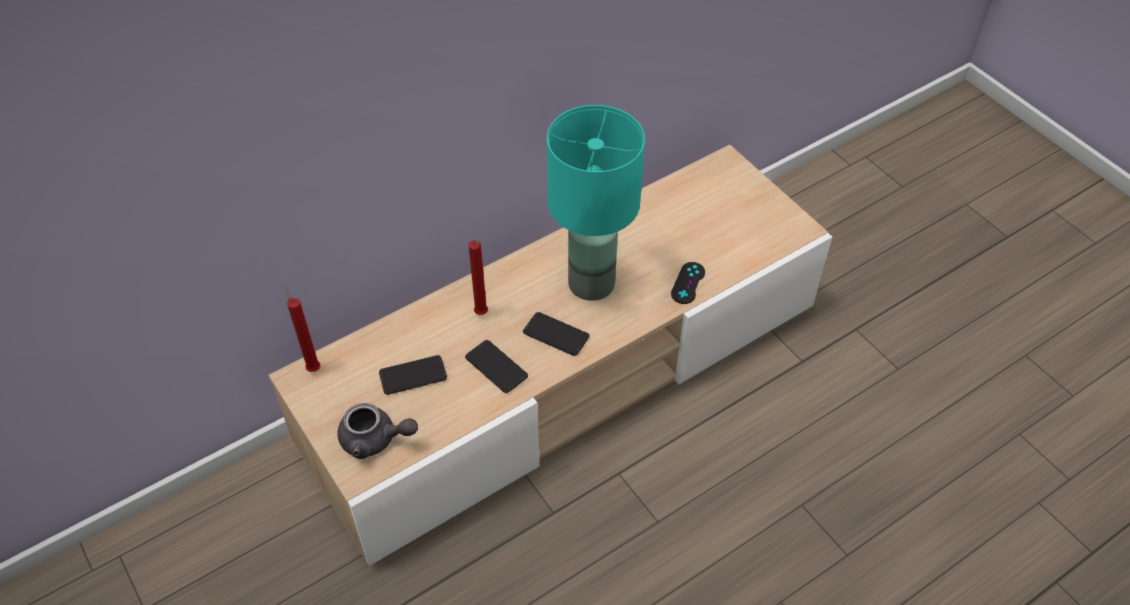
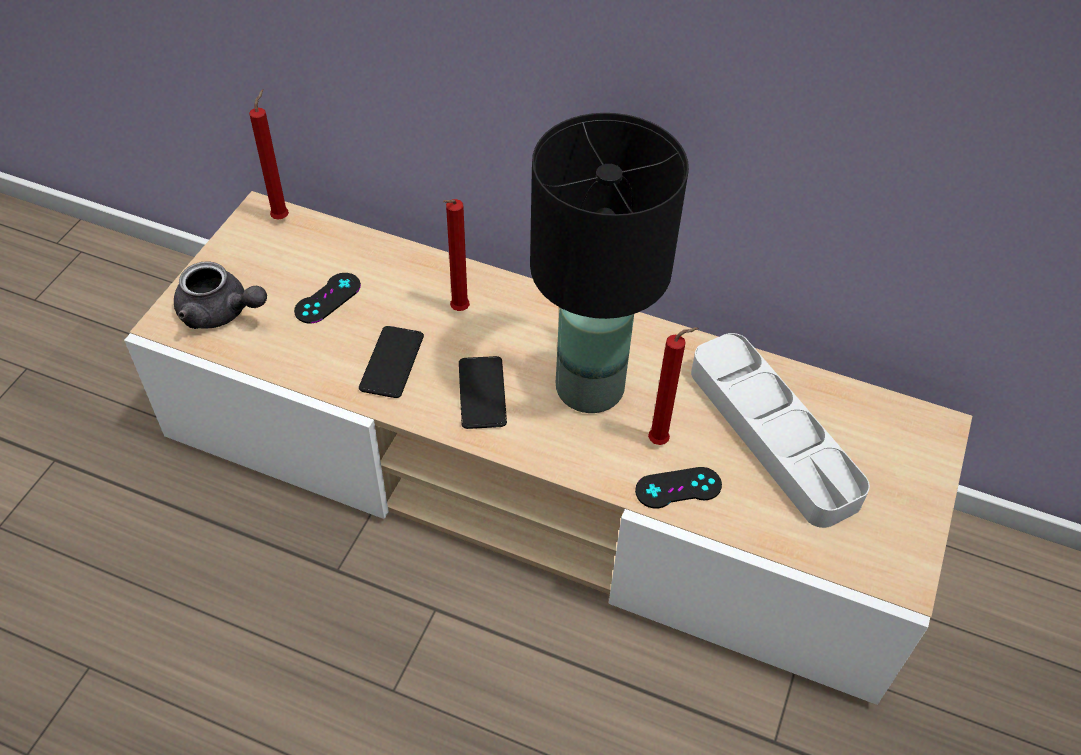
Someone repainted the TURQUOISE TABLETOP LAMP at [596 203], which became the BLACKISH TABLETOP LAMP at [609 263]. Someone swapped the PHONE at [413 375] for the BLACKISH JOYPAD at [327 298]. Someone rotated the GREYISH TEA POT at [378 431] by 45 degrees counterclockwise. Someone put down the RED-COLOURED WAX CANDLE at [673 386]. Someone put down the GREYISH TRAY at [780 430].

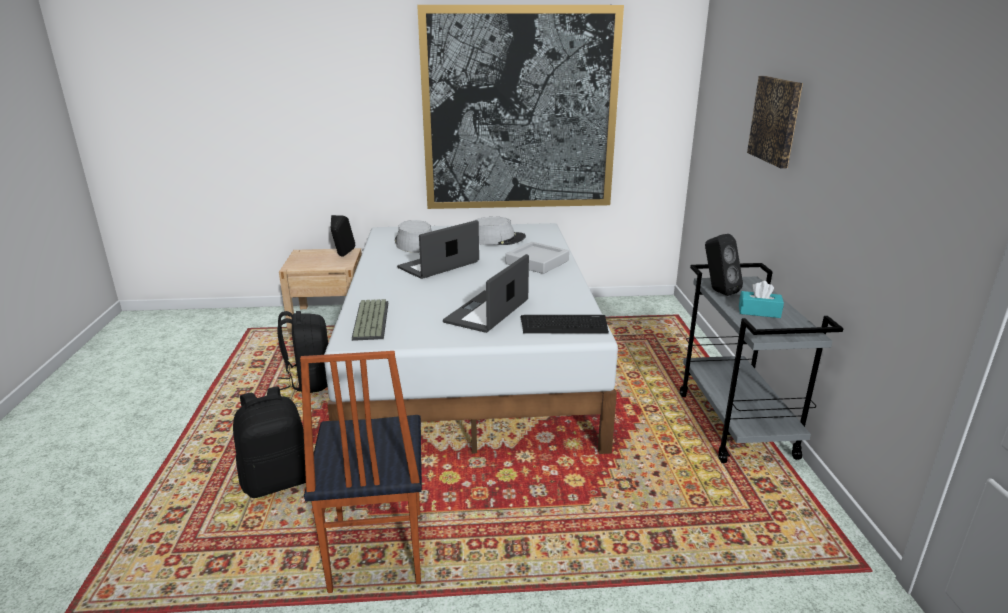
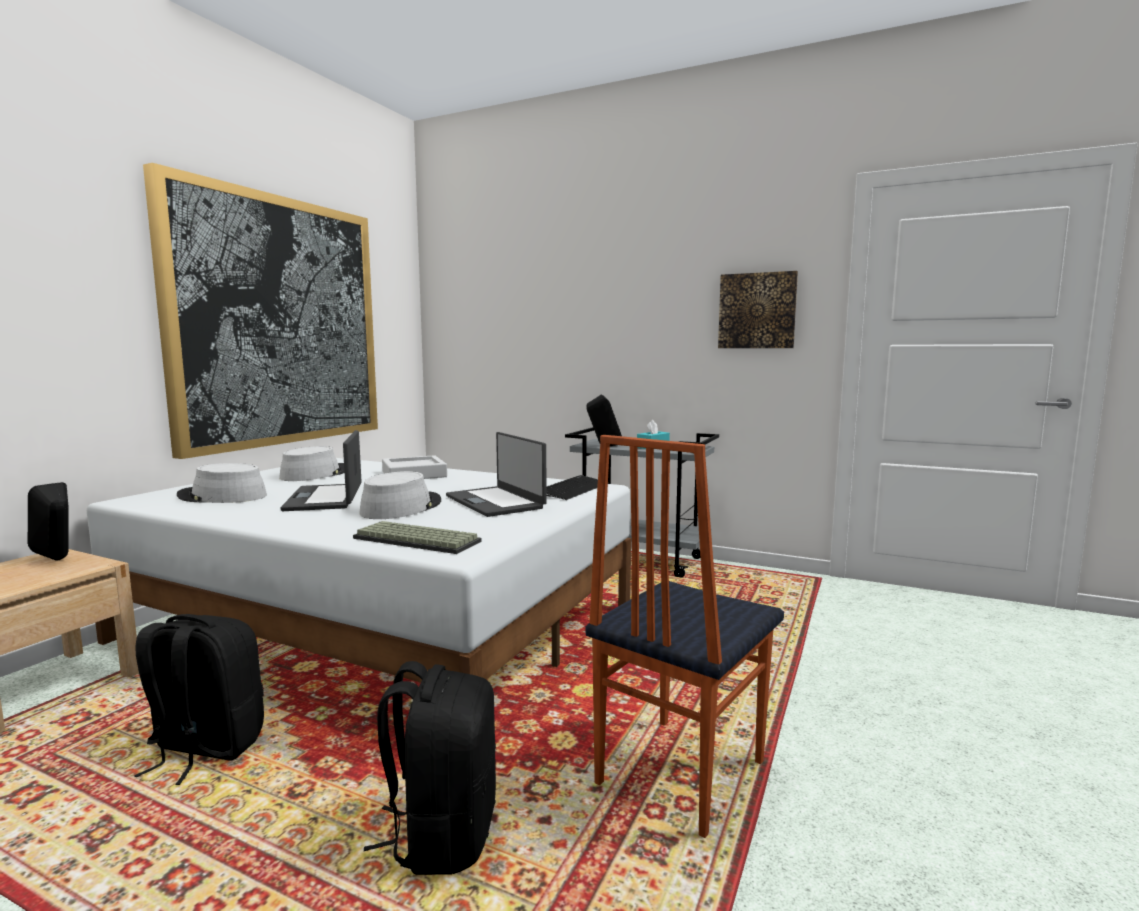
Someone carried the PICTURE from [775 122] to [758 309]. Someone rotated the CHAIR at [361 472] by 105 degrees clockwise. Someone put down the GREYISH CLOTHING HAT at [400 495].

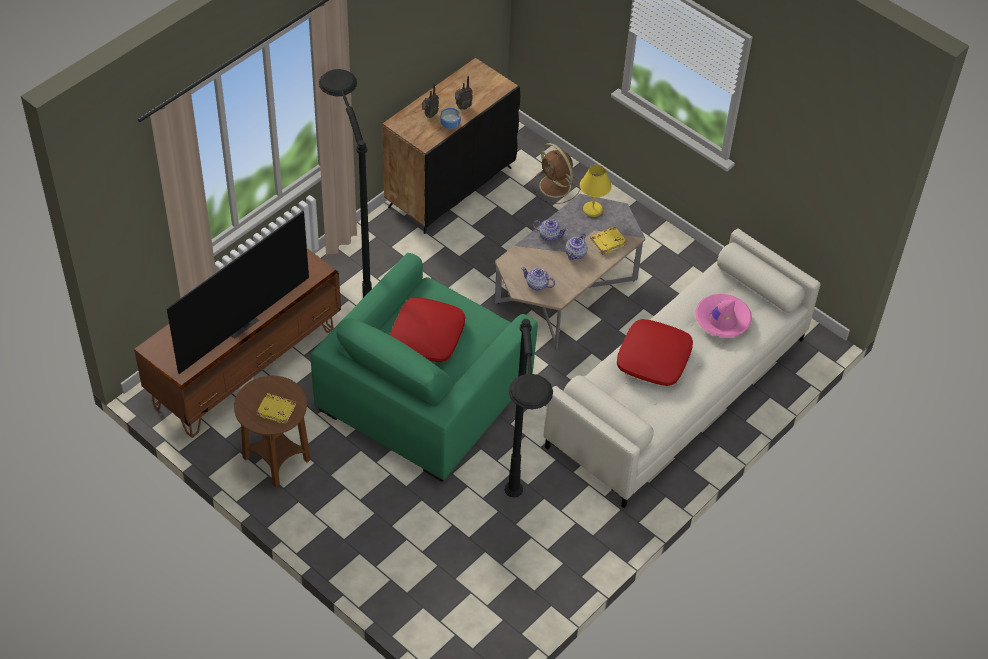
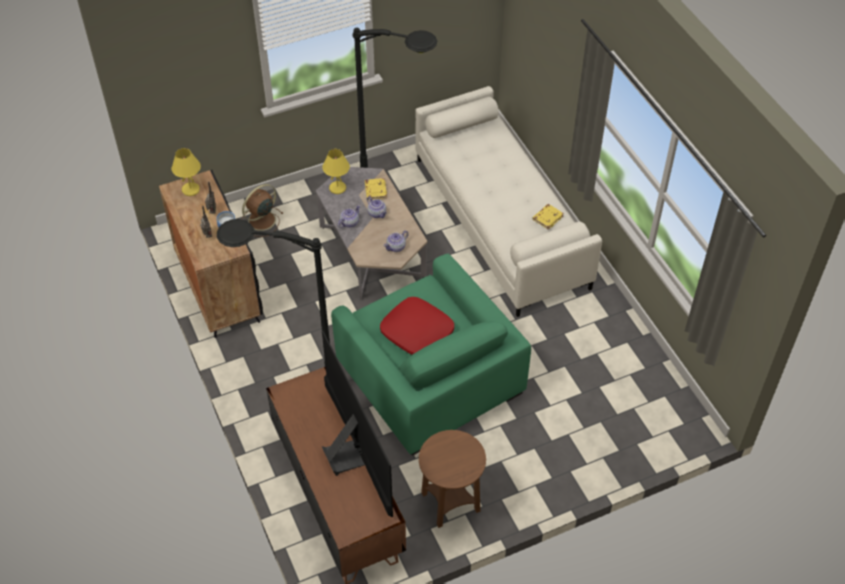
Someone rotated the BROWN-COLOURED ELECTRIC FAN at [556 173] by 150 degrees clockwise. Someone took away the PINK CLOTHING HAT at [724 316]. Someone carried the BLACKISH STANDING LAMP from [529 408] to [394 98]. Someone took away the RED-COLOURED PILLOW at [655 352]. Someone carried the YELLOW-COLOURED VOLUME from [276 408] to [548 217]. Someone put down the YELLOW-COLOURED TABLETOP LAMP at [186 172].

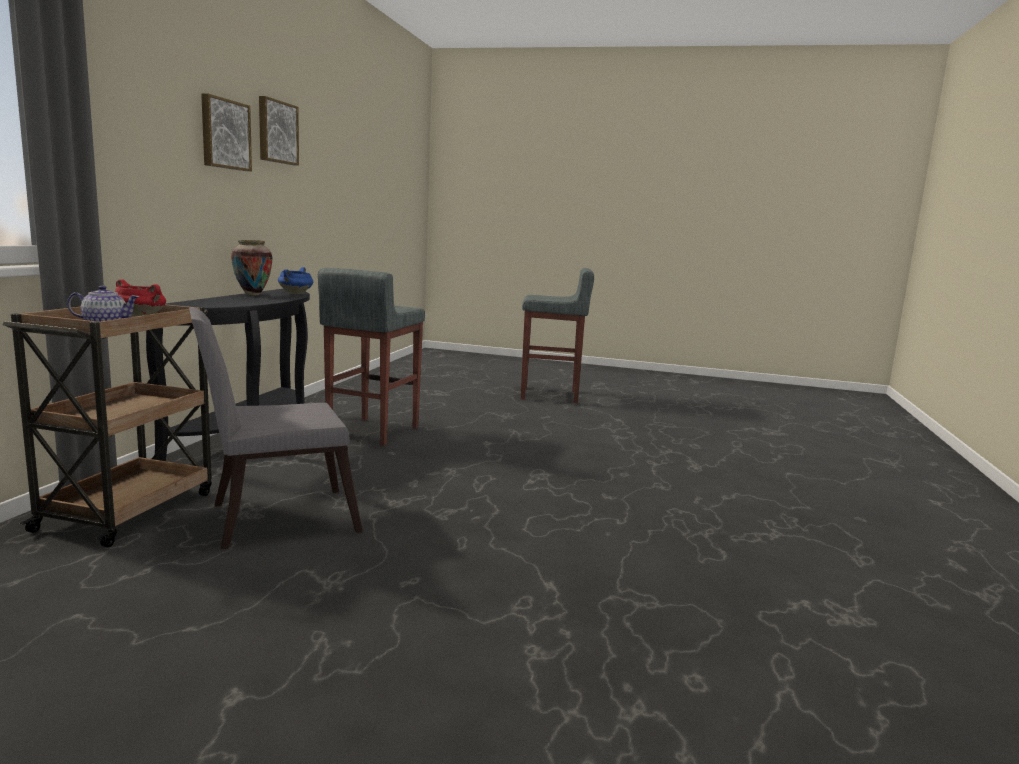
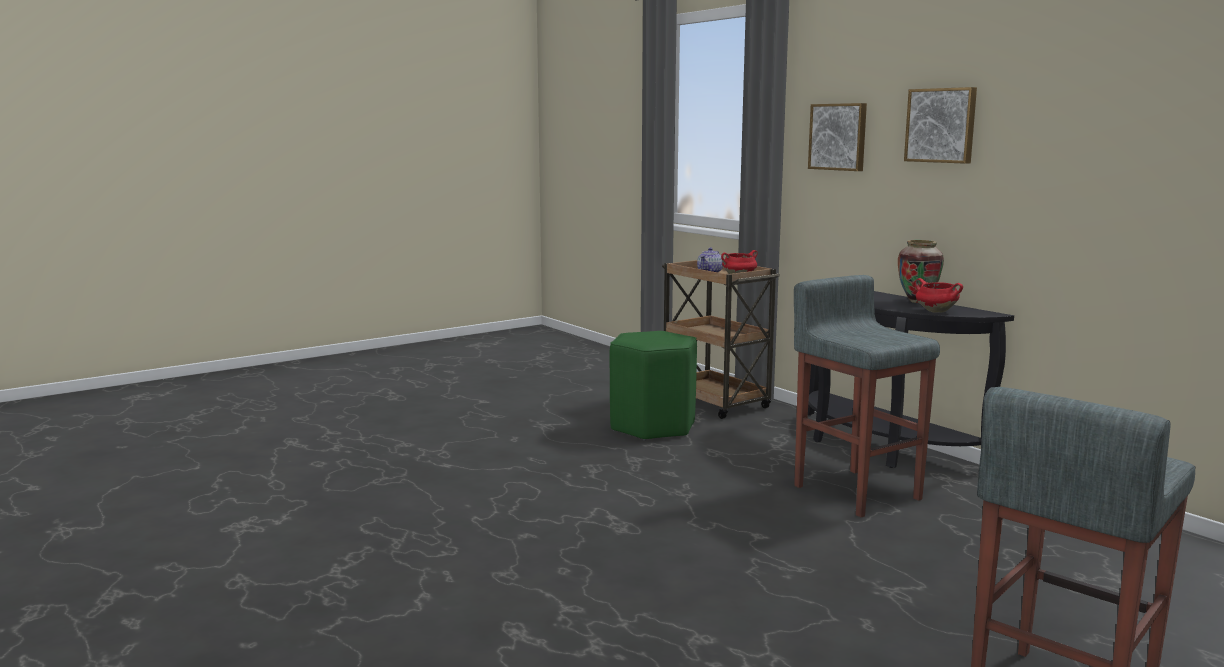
Someone carried the PICTURE from [279 131] to [837 137]. Someone repainted the BLUISH COOKING POT at [295 280], which became the RED-COLOURED COOKING POT at [939 295]. Someone swapped the GREYISH CHAIR at [276 428] for the GREEN STOOL SEAT at [653 386].

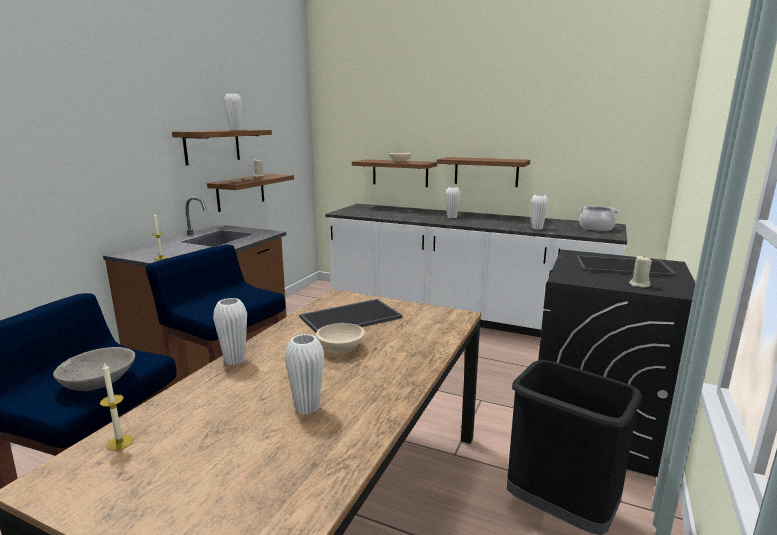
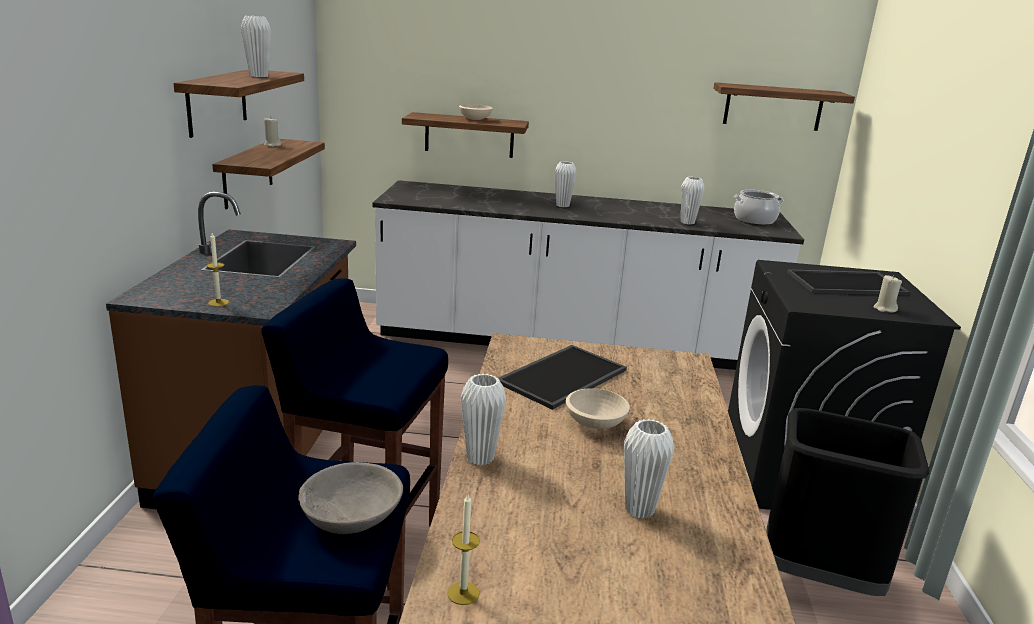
Someone carried the SHELF from [483 172] to [784 106].

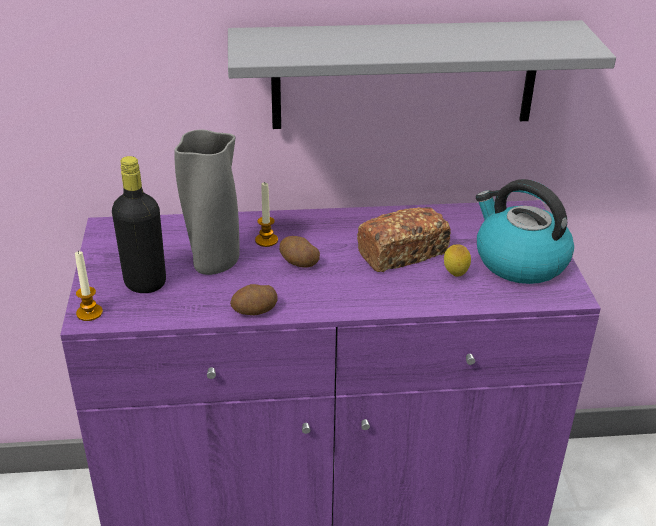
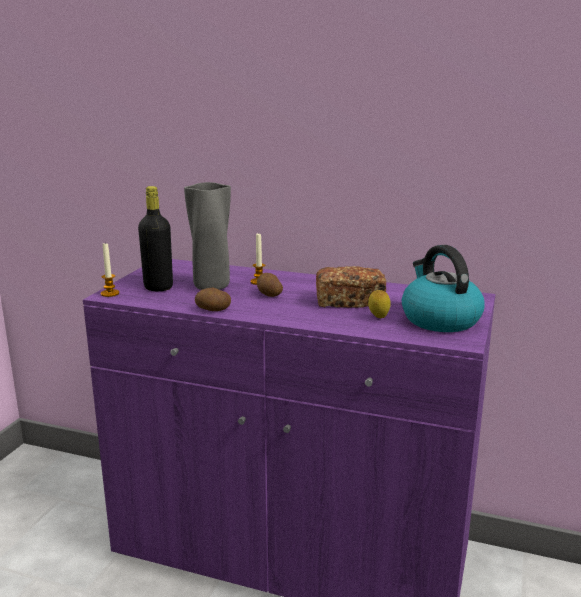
Someone took away the GREYISH SHELF at [422 74].

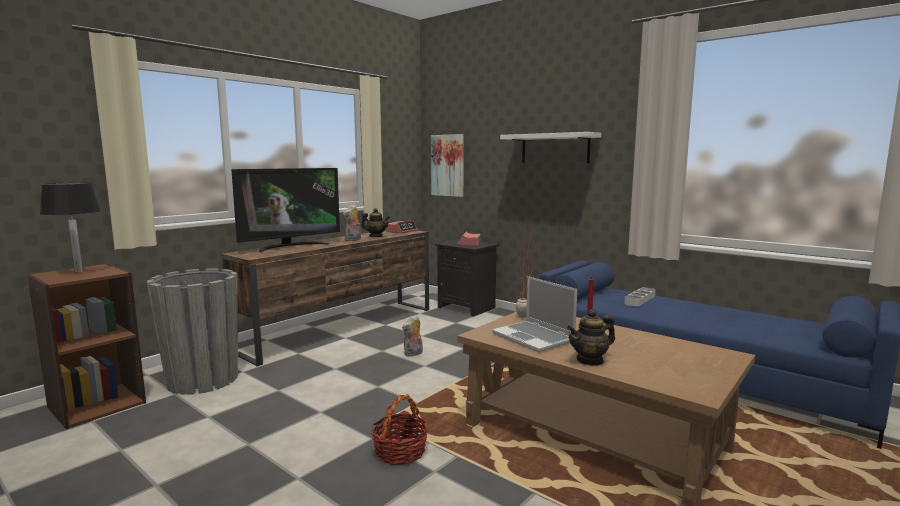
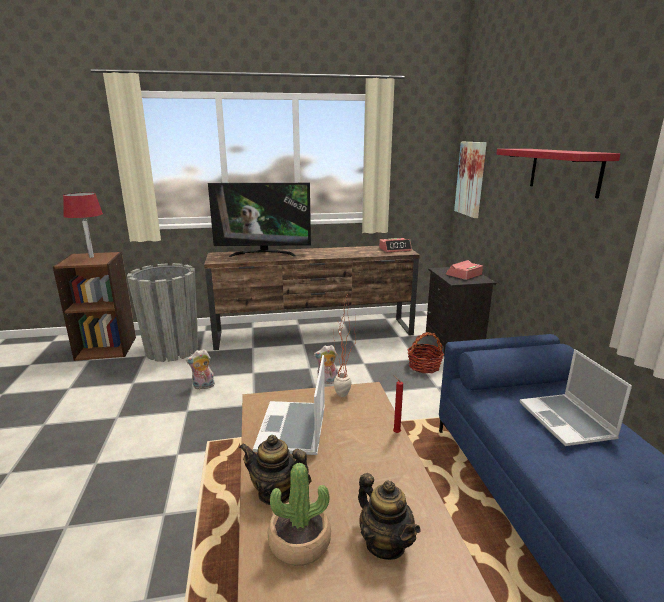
Someone repainted the WHITE SHELF at [550 147], which became the RED-COLOURED SHELF at [558 173]. Someone repainted the BLACKISH TABLETOP LAMP at [70 228], which became the RED-COLOURED TABLETOP LAMP at [83 225]. Someone carried the PLUSH TOY from [352 222] to [200 369]. Someone carried the TEA POT from [375 222] to [389 516]. Someone swapped the GREYISH TRAY at [640 297] for the NOTEBOOK COMPUTER at [576 397]. Someone carried the HOUSEHOLD BASKET from [399 429] to [425 353]. Someone put down the HOUSEPLANT at [299 514].

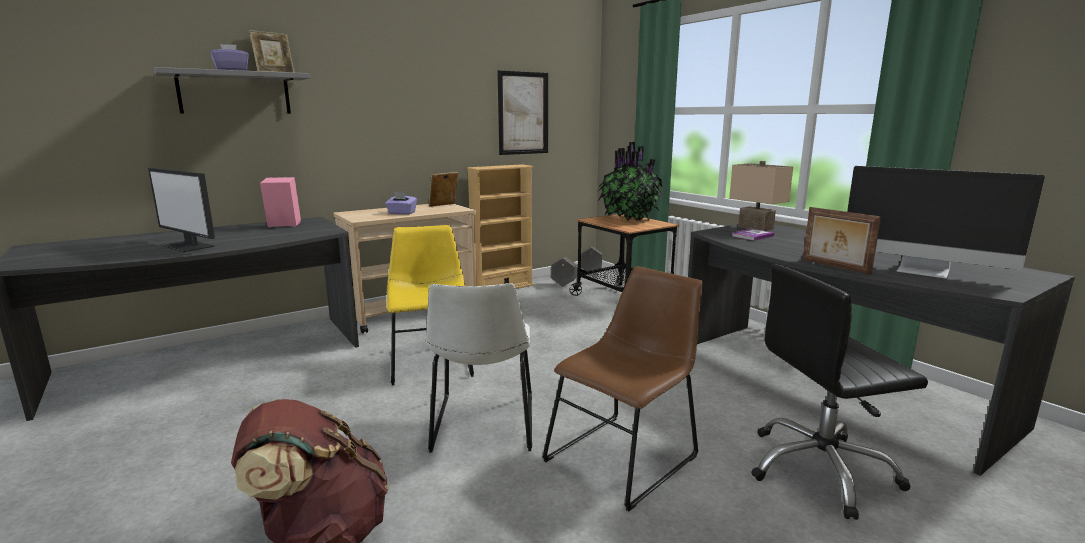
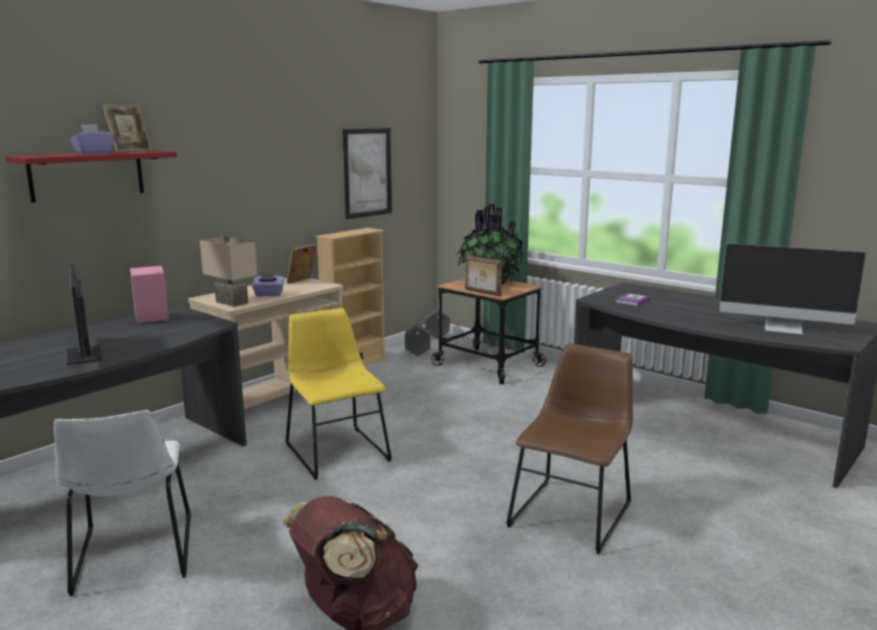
Someone repainted the GREYISH SHELF at [232 90], which became the RED-COLOURED SHELF at [91 176]. Someone carried the BEIGE TABLETOP LAMP from [761 196] to [228 271]. Someone rotated the MONITOR at [181 210] by 45 degrees clockwise. Someone carried the PHOTO FRAME from [842 240] to [483 276]. Someone took away the BLACKISH DESK CHAIR at [839 392]. Someone carried the WHITE CHAIR from [479 367] to [122 503].

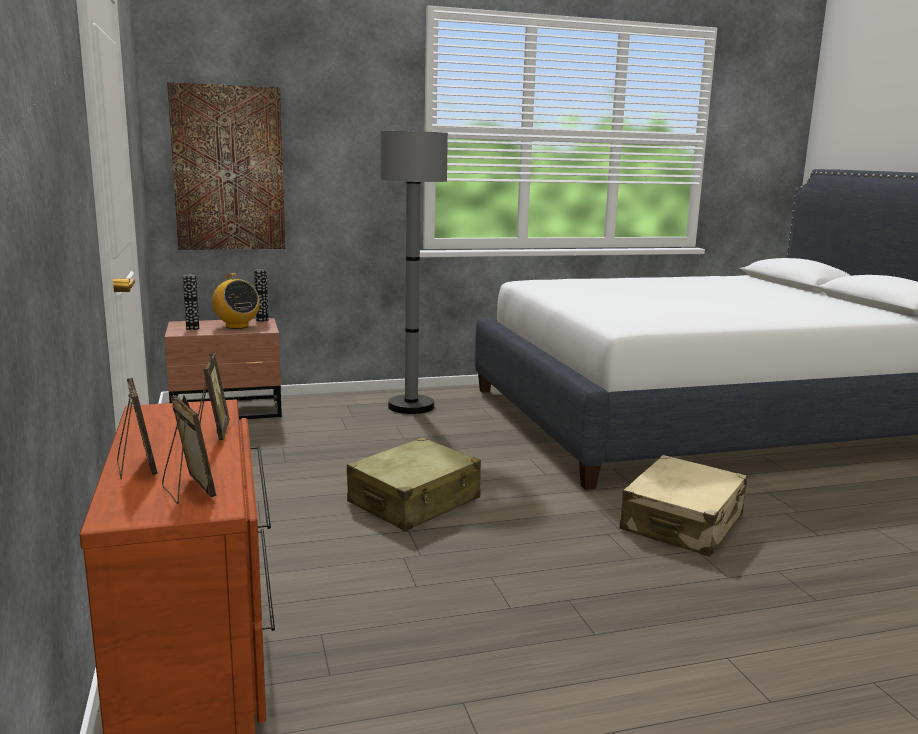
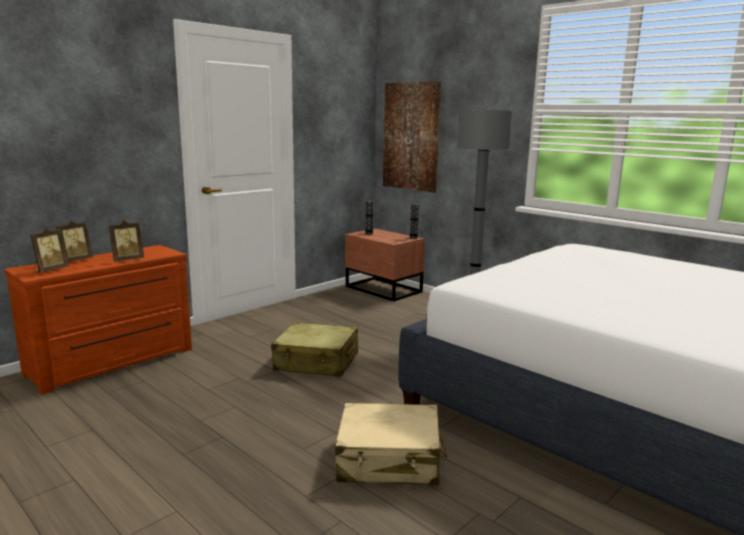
Someone took away the RADIO SET at [236 301].

